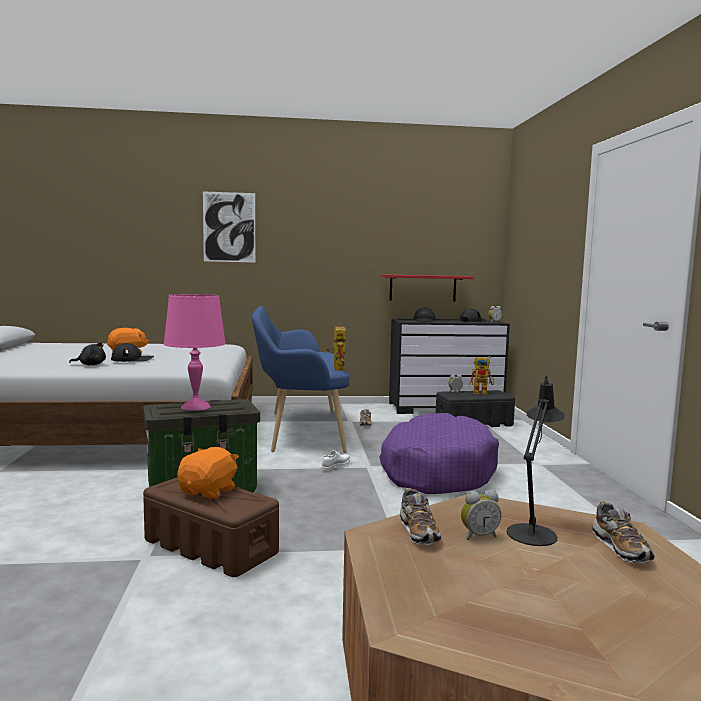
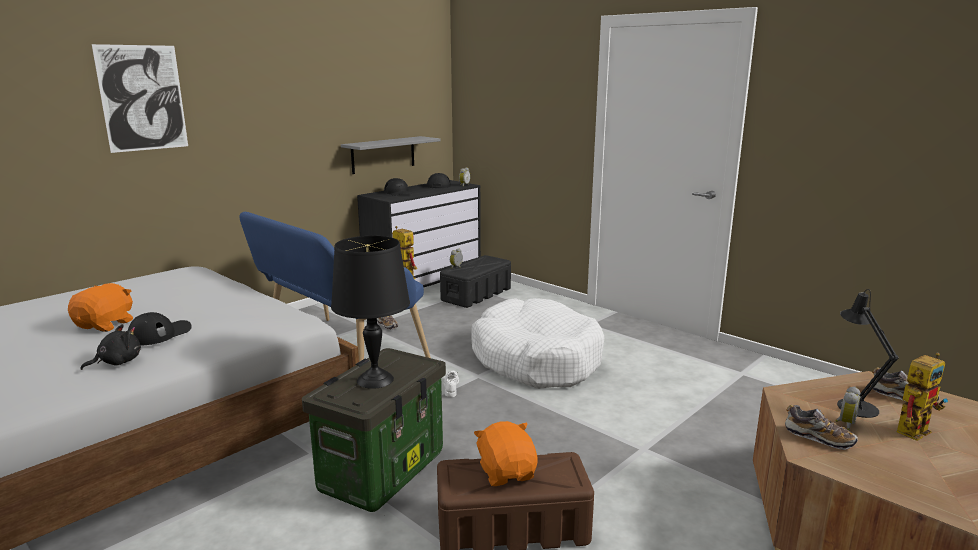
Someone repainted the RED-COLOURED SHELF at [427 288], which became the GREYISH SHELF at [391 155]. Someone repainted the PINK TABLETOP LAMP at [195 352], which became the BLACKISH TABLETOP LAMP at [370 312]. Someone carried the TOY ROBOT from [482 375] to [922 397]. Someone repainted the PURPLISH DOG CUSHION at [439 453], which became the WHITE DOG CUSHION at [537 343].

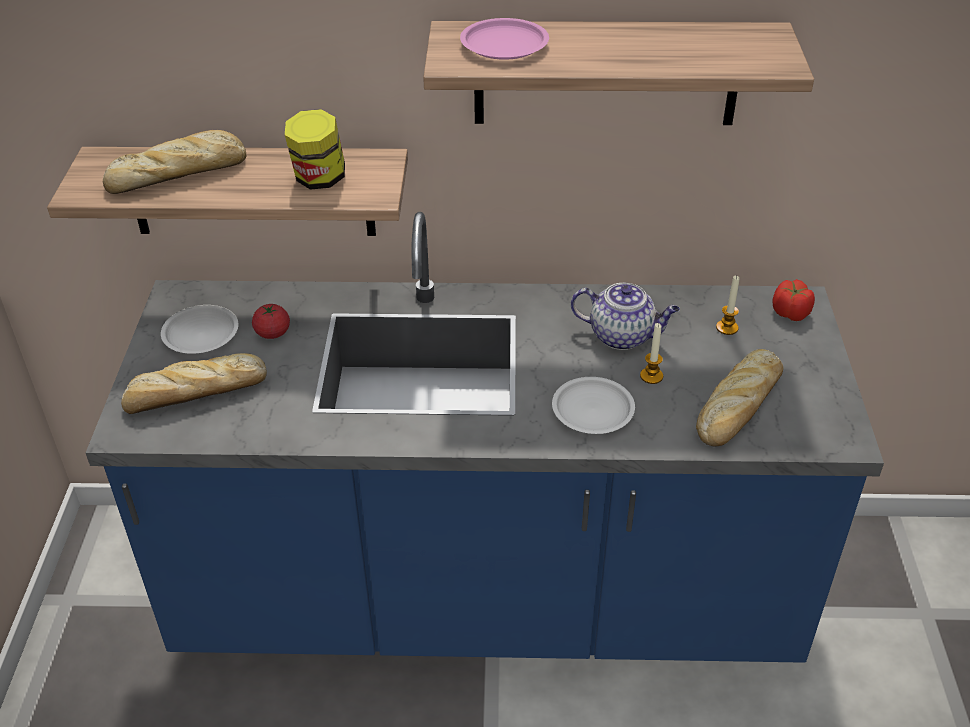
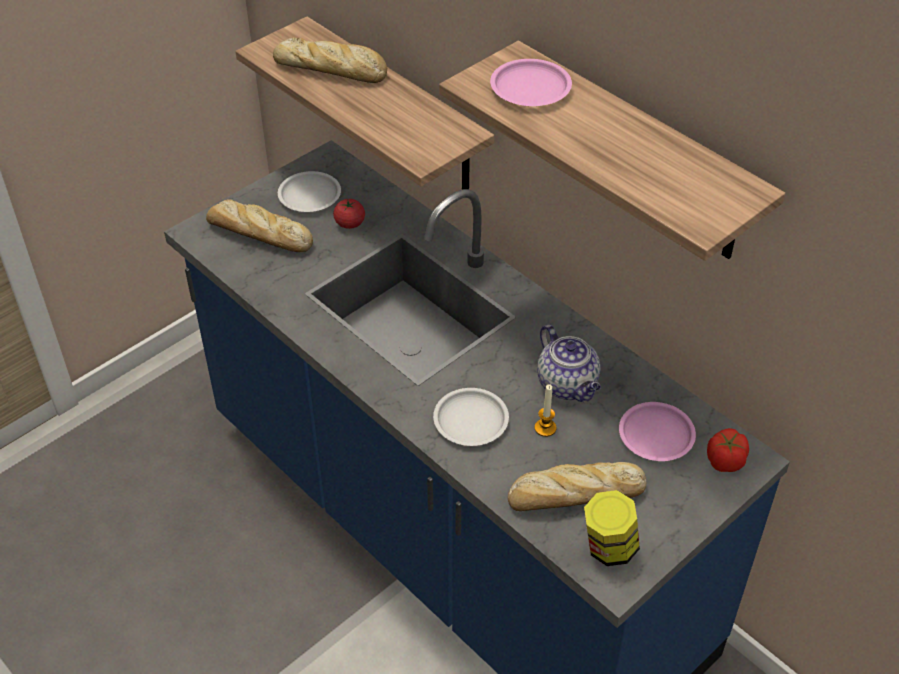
Someone carried the PRESERVE JAR from [315 149] to [612 528]. Someone swapped the WAX CANDLE at [727 305] for the PINK PLATE at [657 431].

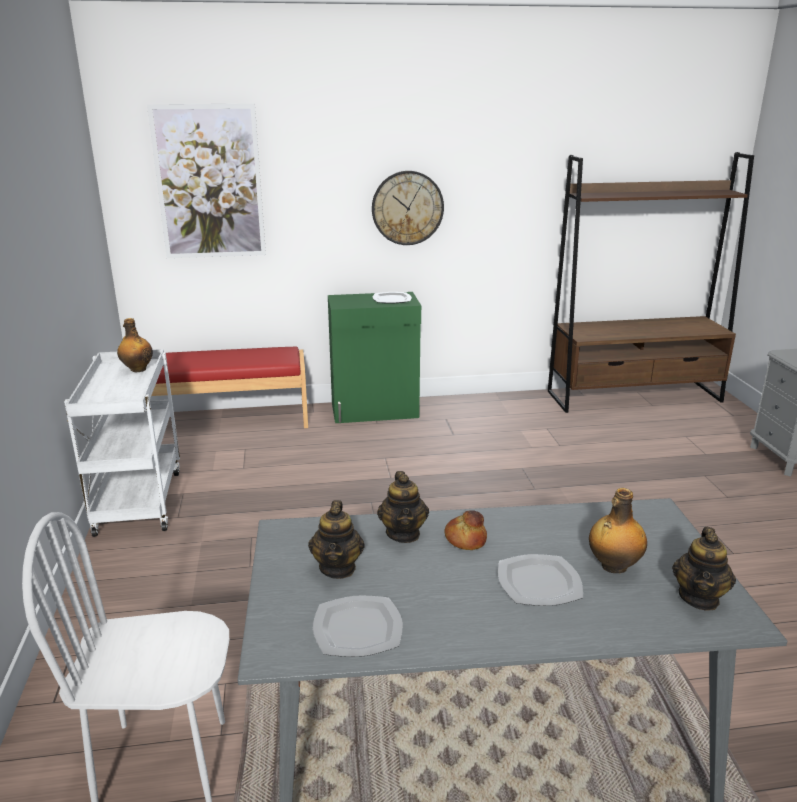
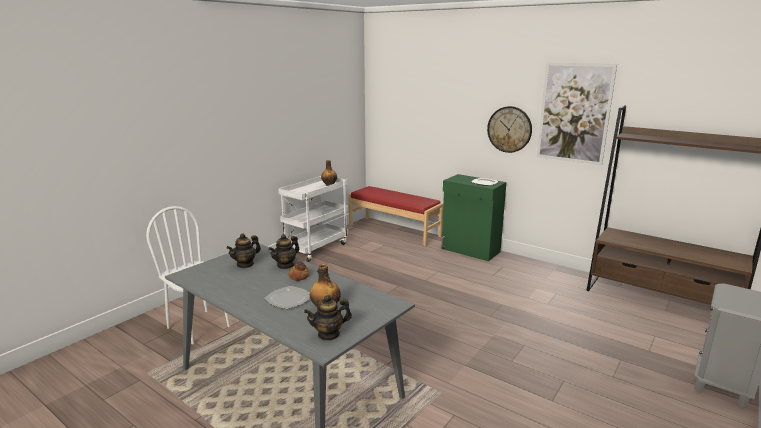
Someone carried the PICTURE from [206 181] to [577 113]. Someone took away the PLATE at [358 626].

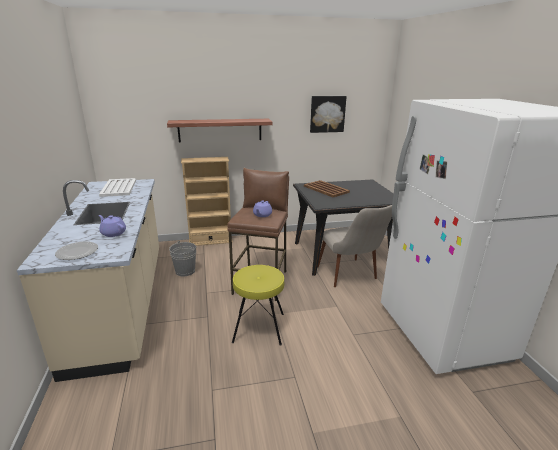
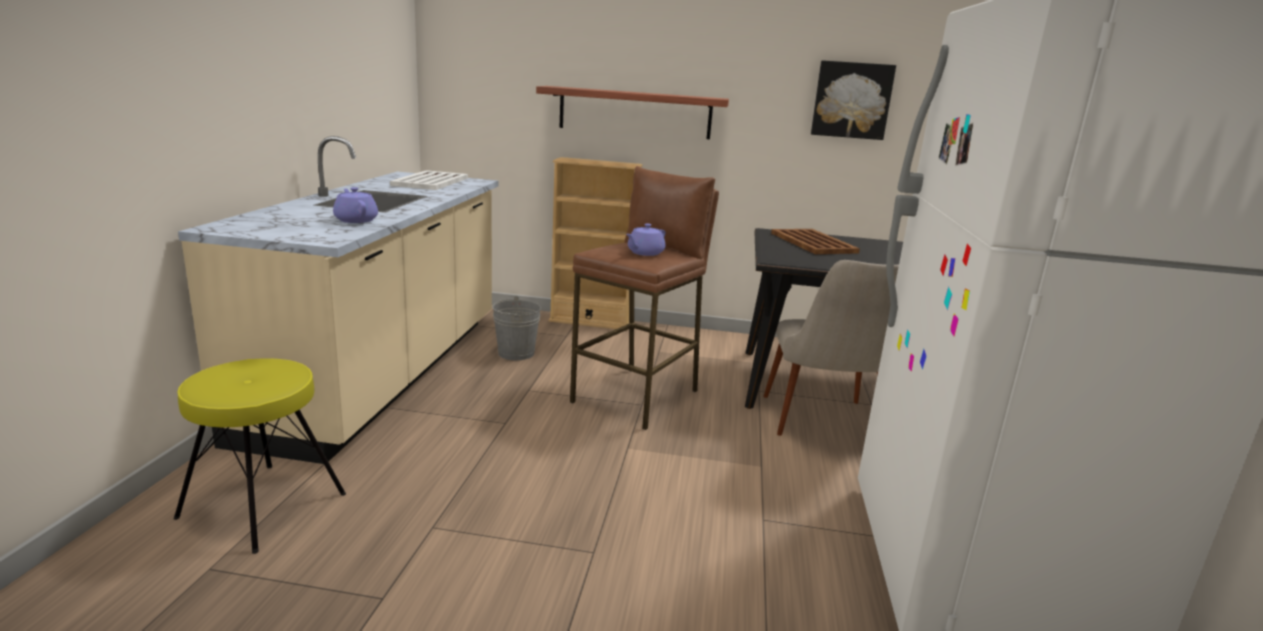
Someone took away the PLATE at [76 250]. Someone carried the YELLOW-COLOURED STOOL SEAT from [258 305] to [260 456].

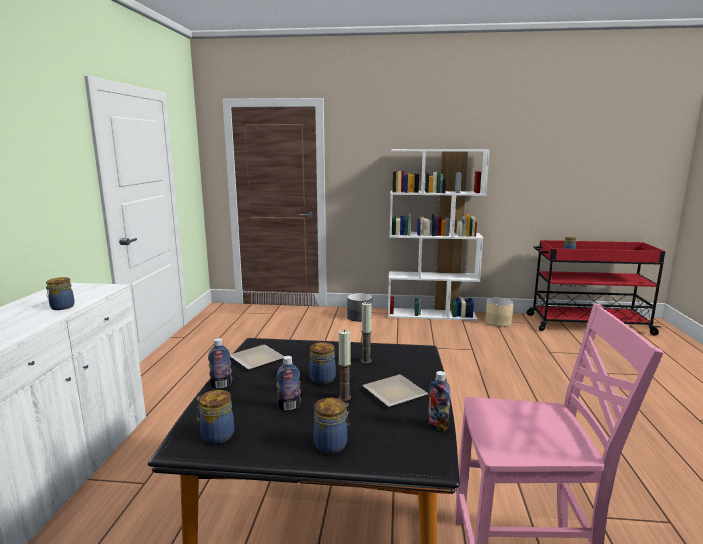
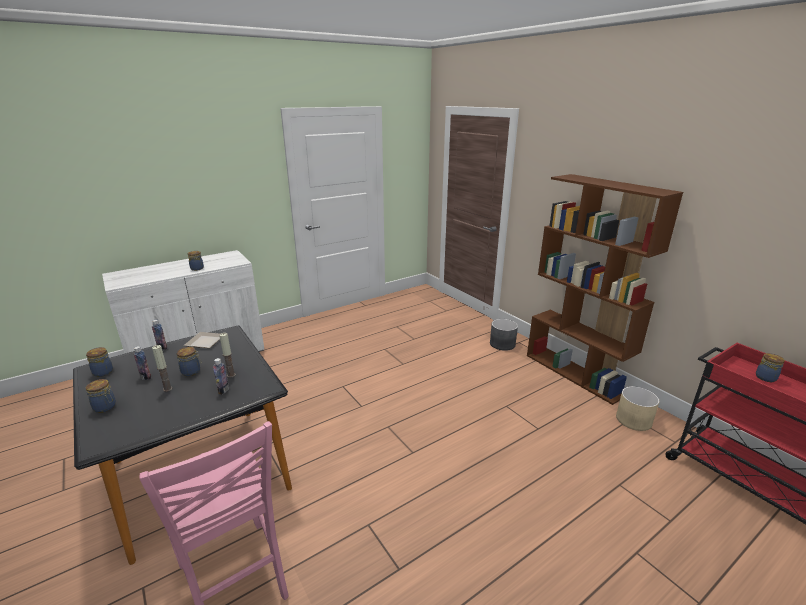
Someone repainted the WHITE SHELVING UNIT at [439 235], which became the BROWN-COLOURED SHELVING UNIT at [605 289]. Someone carried the BOTTLE from [439 401] to [221 376]. Someone took away the PLATE at [395 390].

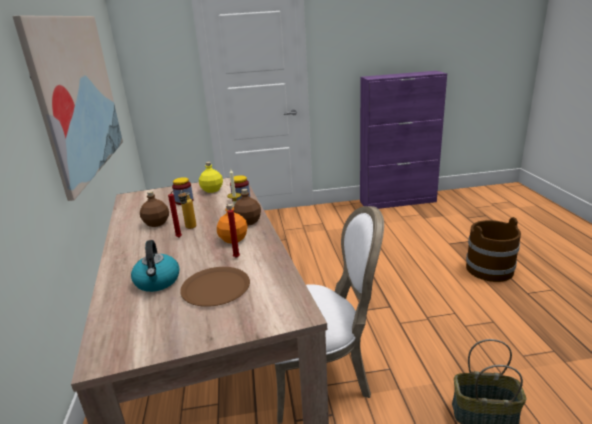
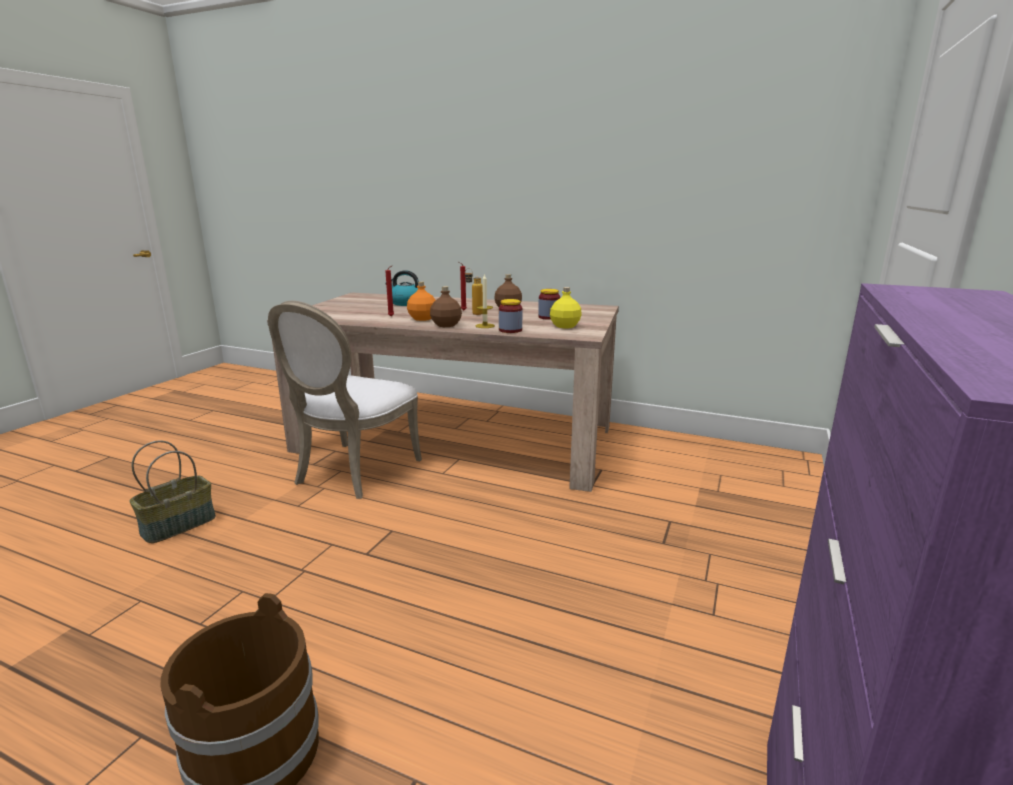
Someone took away the PICTURE at [67 108]. Someone took away the BROWN-COLOURED PLATE at [215 287].

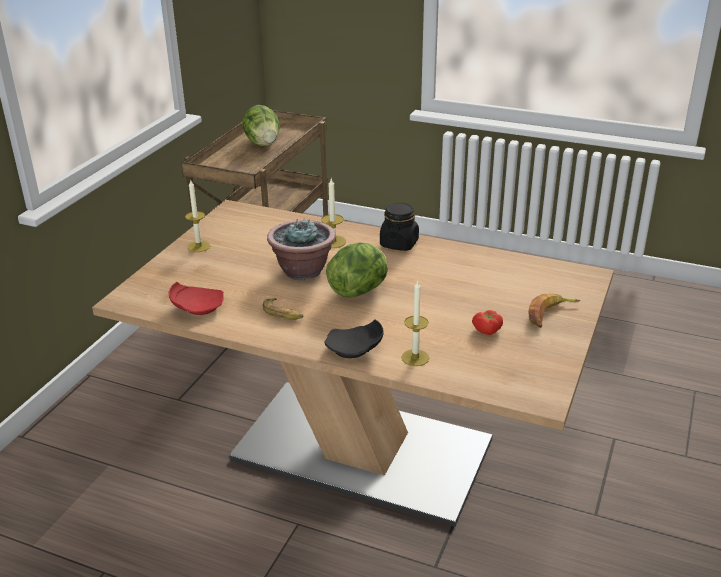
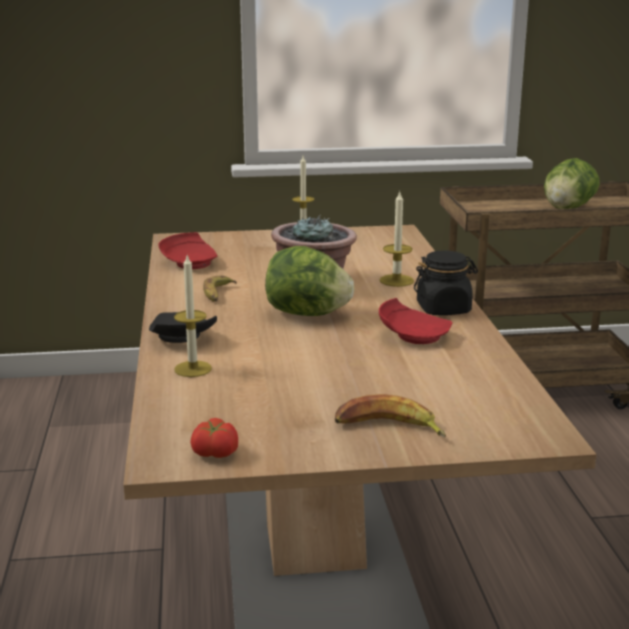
Someone carried the FRESH TOMATO from [487 322] to [214 438]. Someone put down the RED-COLOURED PLATE at [415 321].

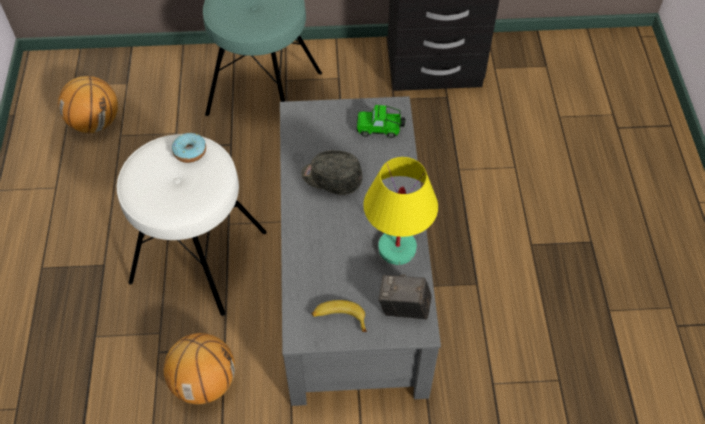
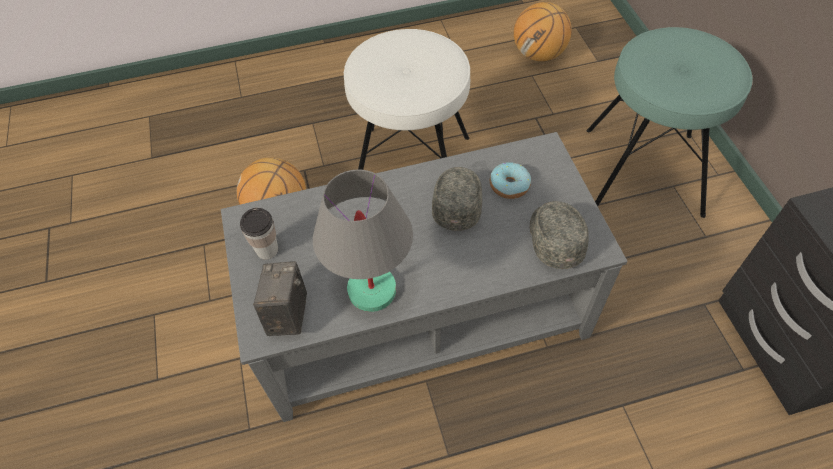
Someone swapped the MINIATURE CAR at [381 121] for the GREYISH BASEBALL CAP at [559 235]. Someone carried the DONUT from [189 148] to [510 180]. Someone repainted the YELLOW-COLOURED TABLETOP LAMP at [400 211], which became the GREYISH TABLETOP LAMP at [363 241]. Someone swapped the BANANA at [339 316] for the SMALL CUP at [259 234].

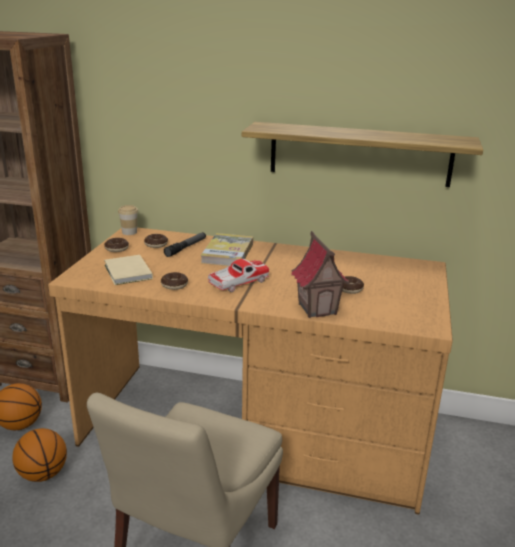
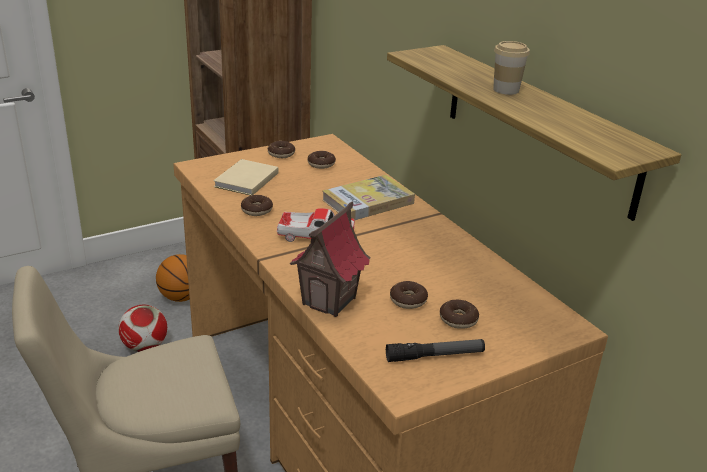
Someone carried the SMALL CUP from [128 220] to [511 68]. Someone carried the HAND TORCH from [185 244] to [435 350]. Someone swapped the BASKETBALL BALL at [39 455] for the FOOTBALL at [142 328]. Someone put down the DONUT at [459 314].

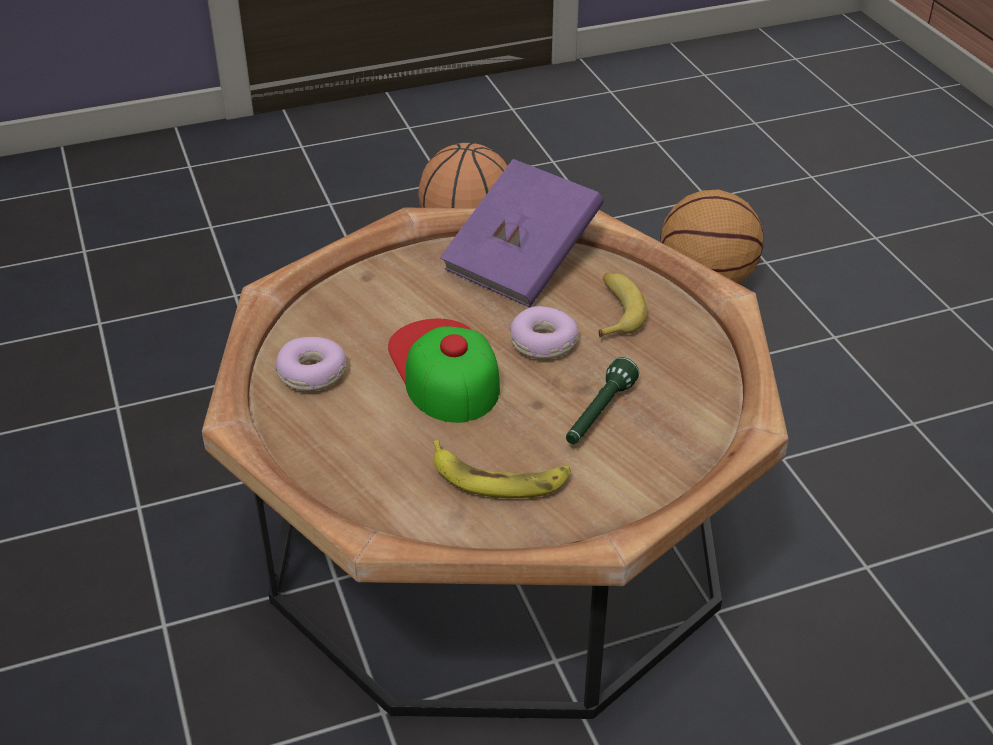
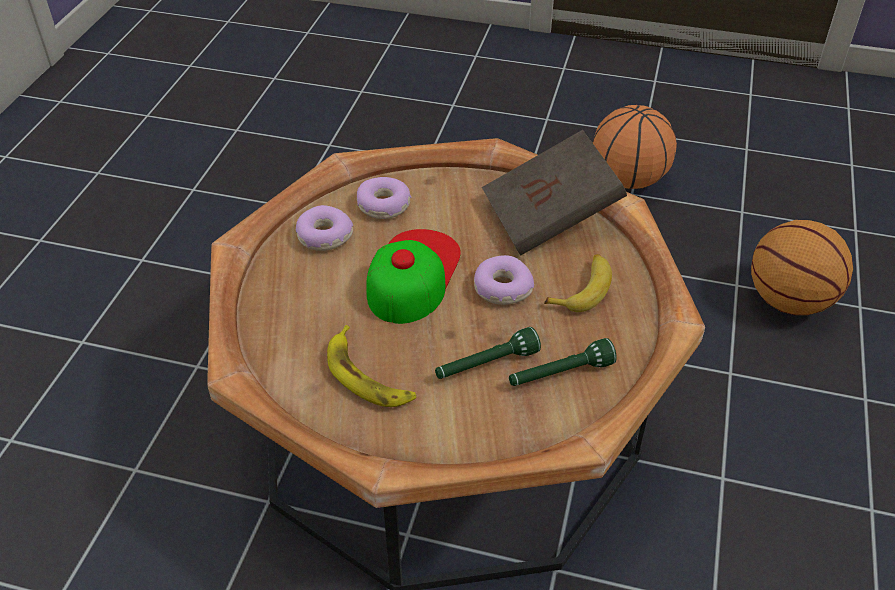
Someone repainted the PURPLISH VOLUME at [522 233], which became the BROWN-COLOURED VOLUME at [554 193]. Someone put down the DONUT at [384 198]. Someone put down the GREEN HAND TORCH at [563 362].

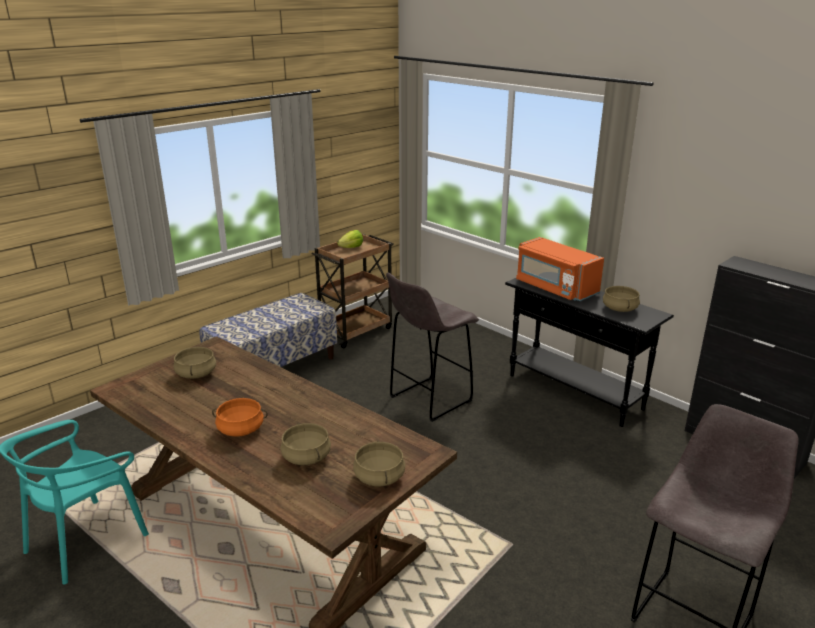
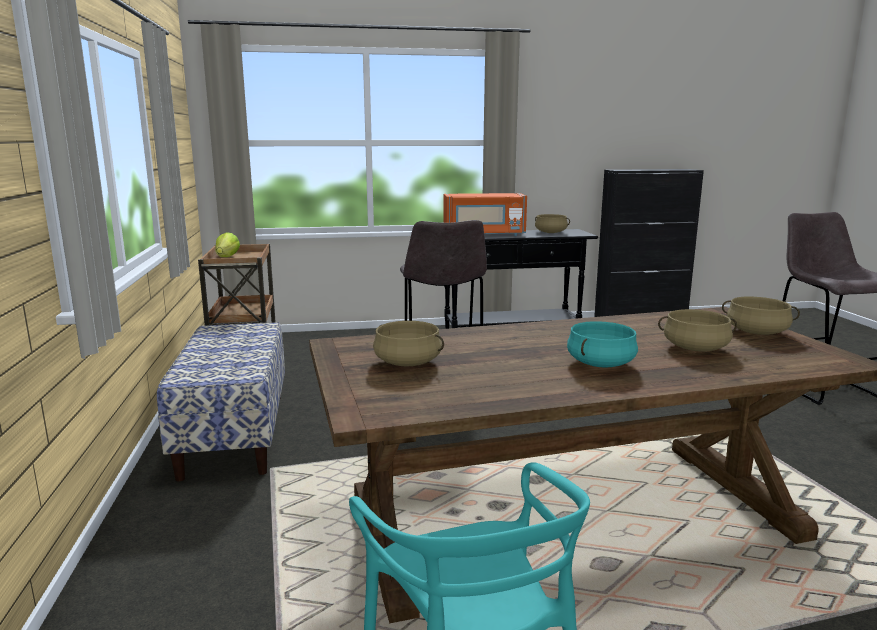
Someone repainted the ORANGEY COOKING POT at [240 417], which became the TURQUOISE COOKING POT at [602 344].

